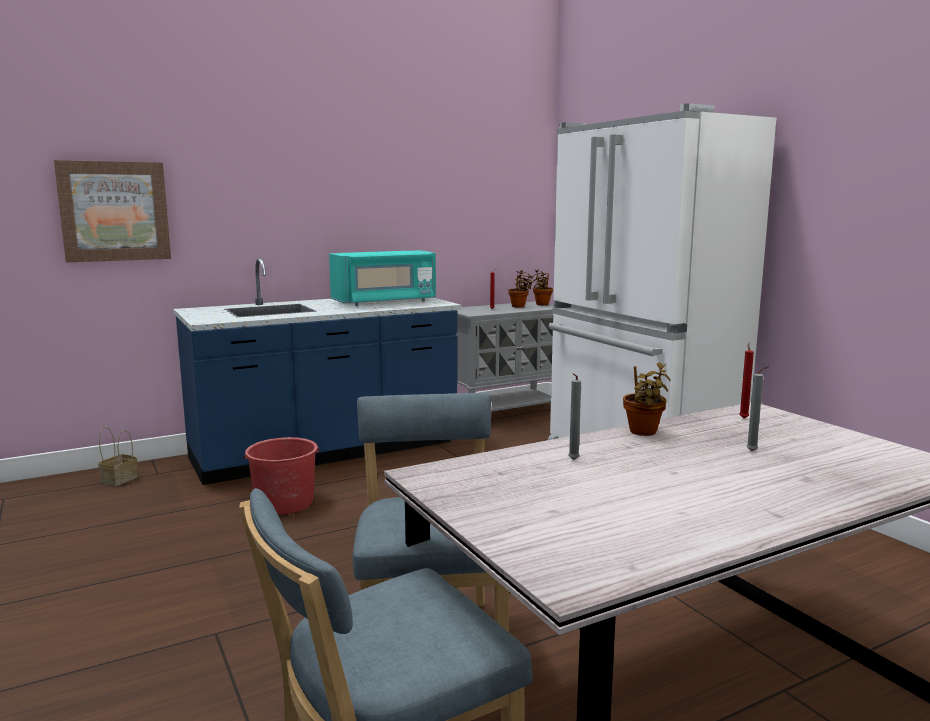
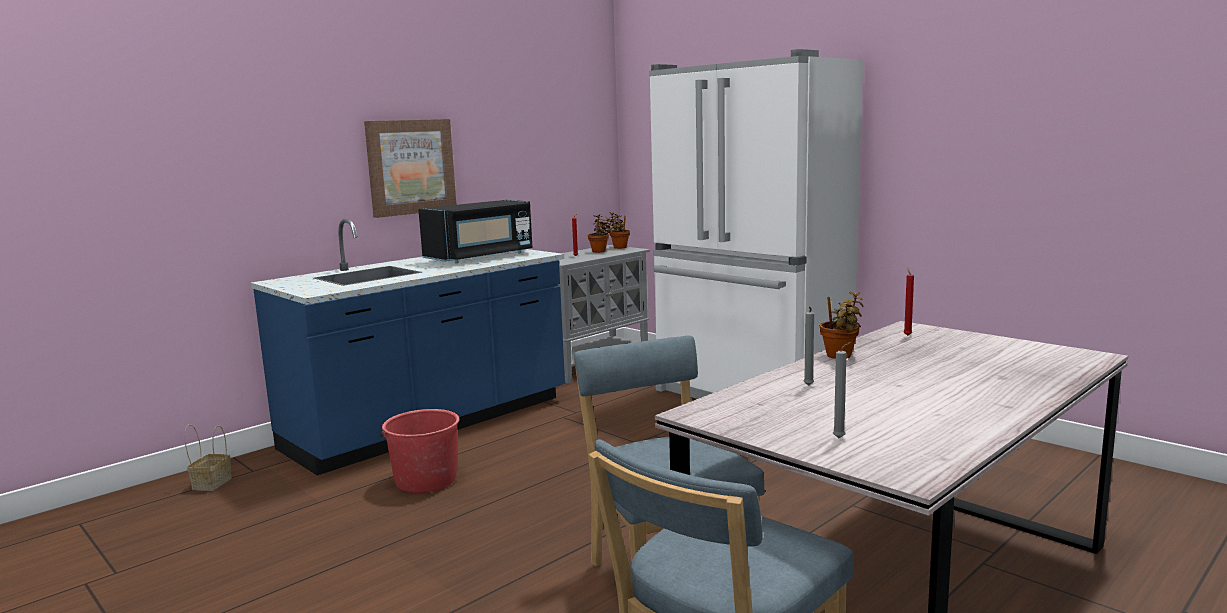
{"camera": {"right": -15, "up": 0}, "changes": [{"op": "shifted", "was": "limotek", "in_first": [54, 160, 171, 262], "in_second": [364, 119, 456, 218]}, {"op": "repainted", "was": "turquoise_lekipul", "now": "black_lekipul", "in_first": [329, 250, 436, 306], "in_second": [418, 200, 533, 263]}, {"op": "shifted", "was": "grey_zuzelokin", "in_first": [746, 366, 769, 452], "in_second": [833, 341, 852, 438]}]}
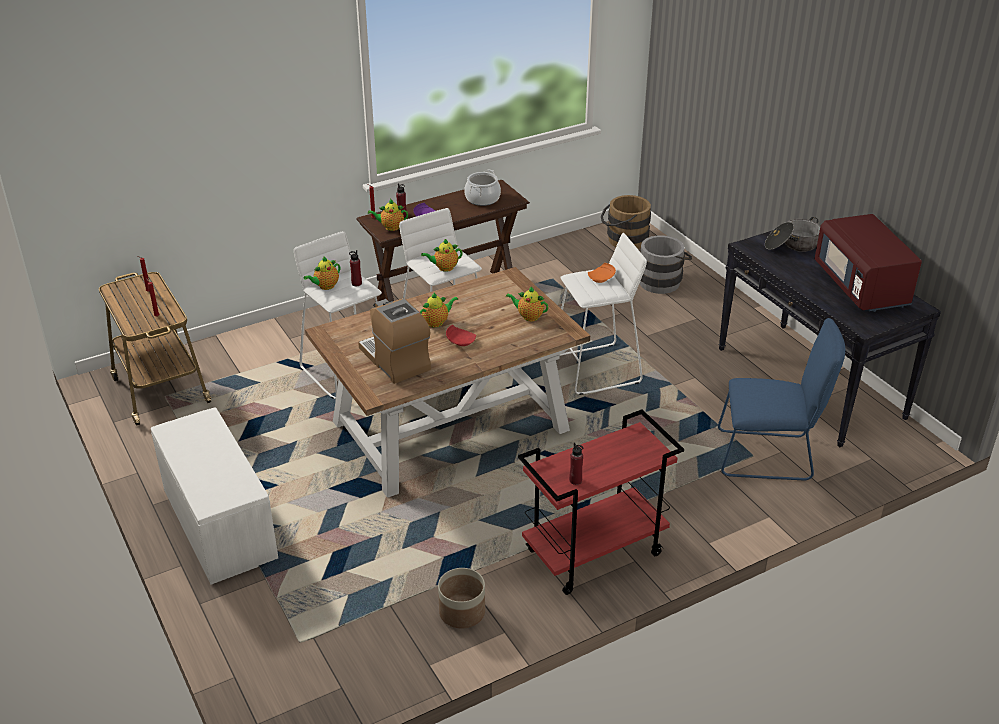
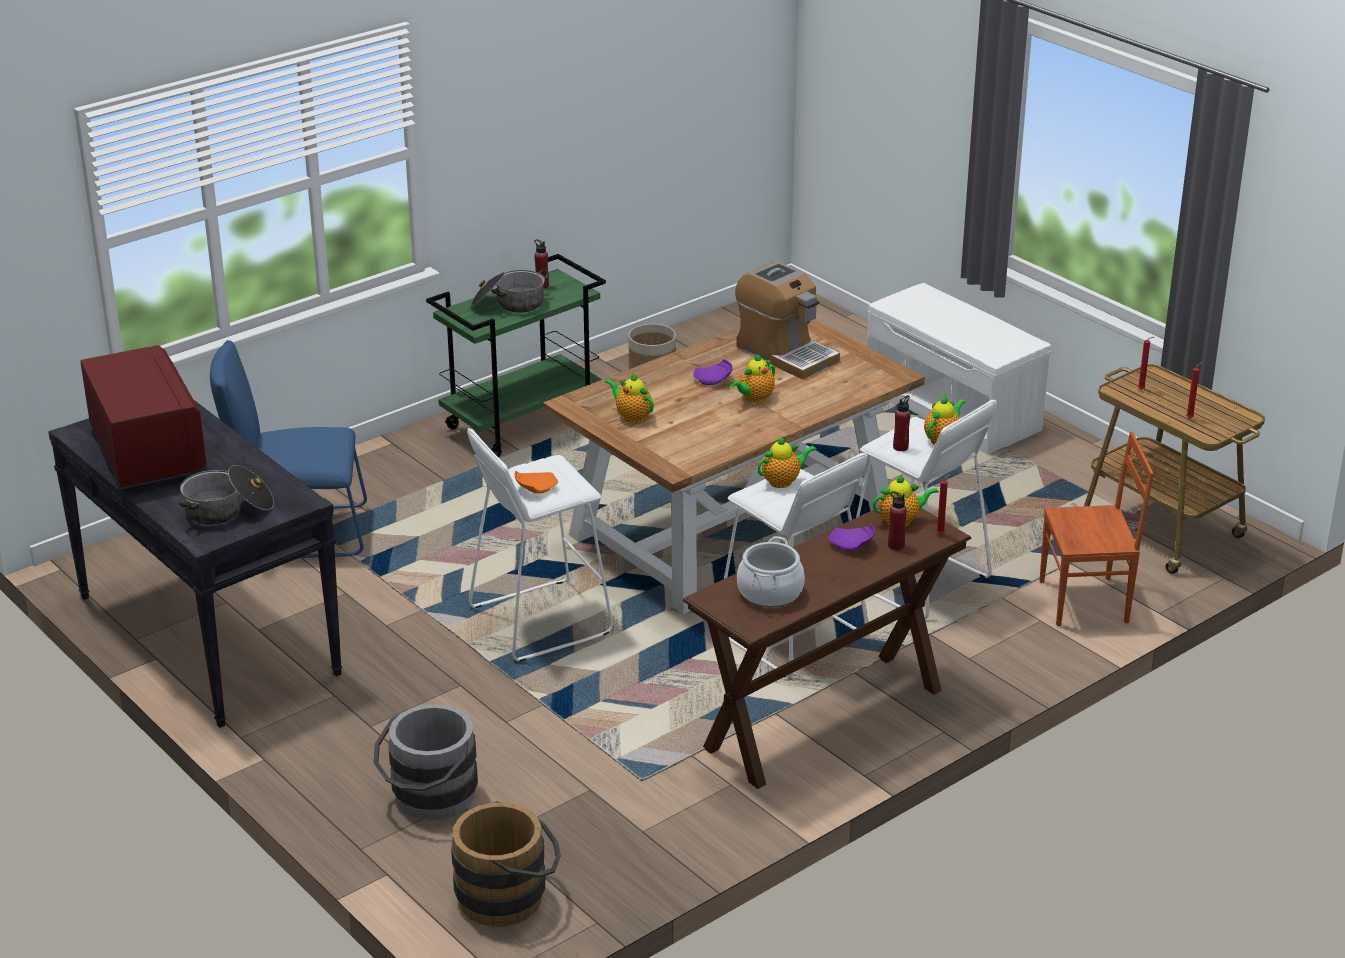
{"camera": {"right": 170, "up": -5}, "changes": [{"op": "repainted", "was": "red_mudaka", "now": "green_mudaka", "in_first": [518, 409, 684, 595], "in_second": [426, 254, 606, 457]}, {"op": "new", "now": "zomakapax", "in_second": [470, 269, 549, 313]}, {"op": "rotated", "was": "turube", "in_first": [506, 287, 548, 321], "in_second": [605, 372, 654, 423], "clockwise": -150}, {"op": "repainted", "was": "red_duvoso", "now": "purple_duvoso", "in_first": [446, 325, 476, 346], "in_second": [693, 359, 733, 385]}, {"op": "new", "now": "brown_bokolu", "in_second": [1040, 431, 1154, 626]}]}
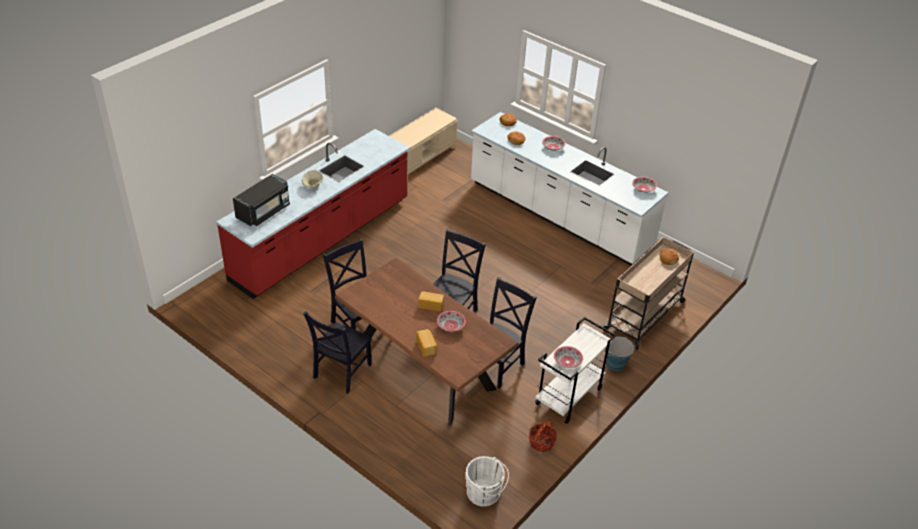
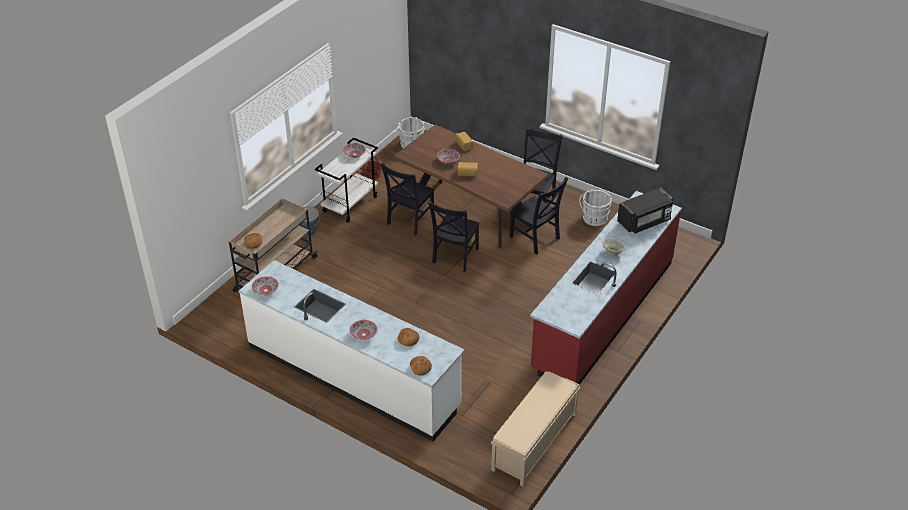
{"camera": {"right": 175, "up": 0}, "changes": [{"op": "new", "now": "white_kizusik", "in_second": [579, 189, 612, 226]}, {"op": "rotated", "was": "black_lekipul", "in_first": [233, 174, 290, 227], "in_second": [617, 187, 674, 234], "clockwise": -150}]}
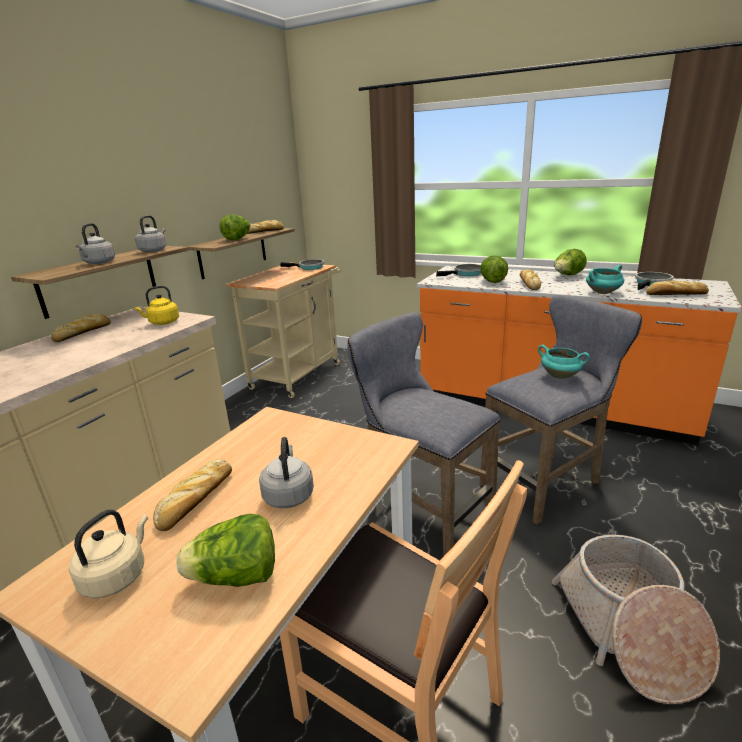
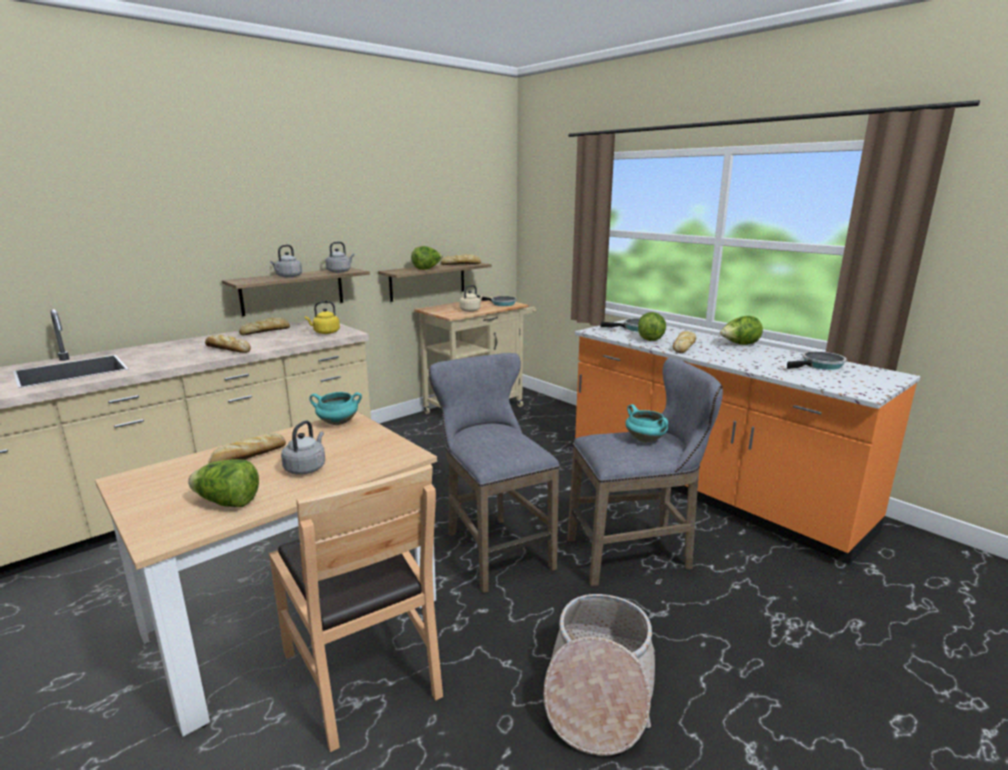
{"camera": {"right": 20, "up": -5}, "changes": [{"op": "shifted", "was": "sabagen", "in_first": [646, 281, 709, 295], "in_second": [205, 335, 251, 353]}, {"op": "shifted", "was": "turquoise_zomakapax", "in_first": [586, 265, 624, 294], "in_second": [309, 392, 362, 425]}, {"op": "shifted", "was": "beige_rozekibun", "in_first": [69, 510, 148, 599], "in_second": [459, 285, 484, 312]}]}
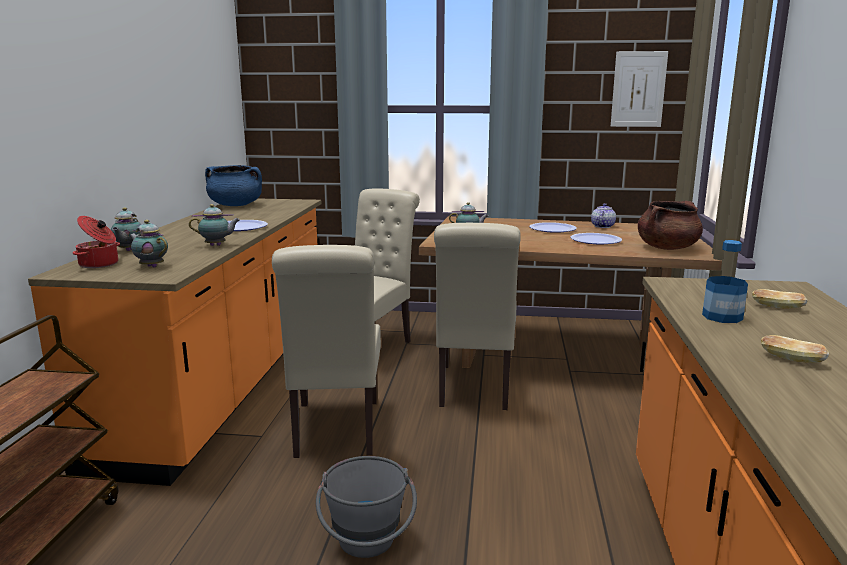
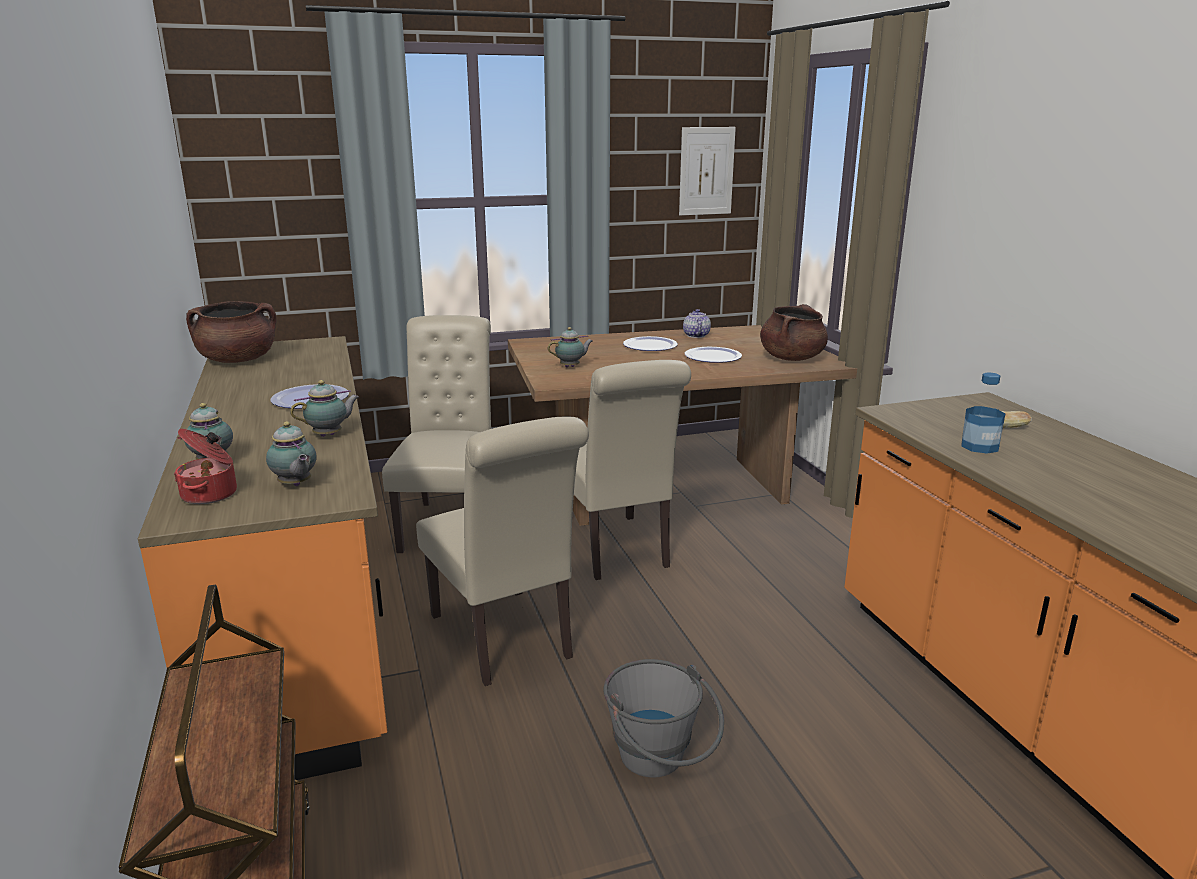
{"camera": {"right": -25, "up": 5}, "changes": [{"op": "repainted", "was": "blue_zomakapax", "now": "brown_zomakapax", "in_first": [205, 165, 262, 206], "in_second": [186, 301, 277, 363]}, {"op": "rotated", "was": "turube", "in_first": [129, 220, 168, 268], "in_second": [266, 421, 316, 486], "clockwise": -135}, {"op": "gone", "was": "sabagen", "in_first": [761, 335, 829, 363]}]}
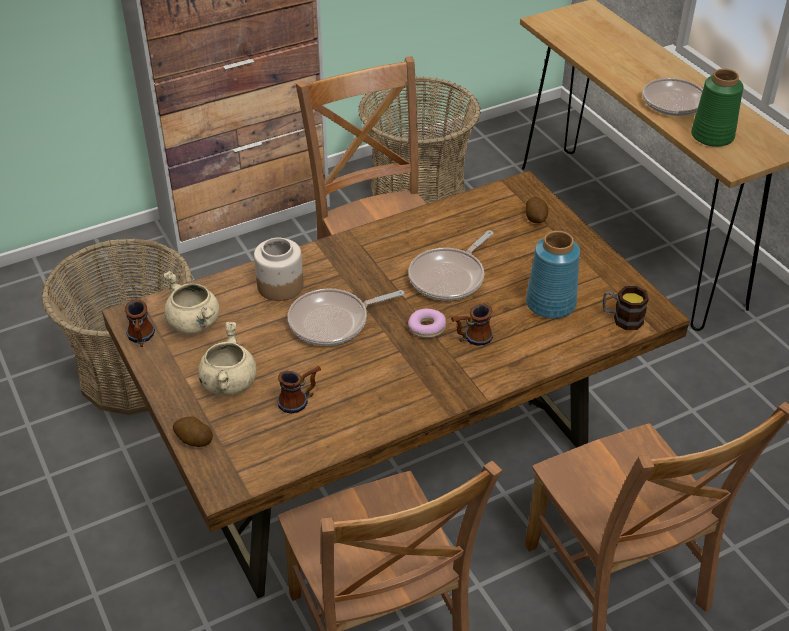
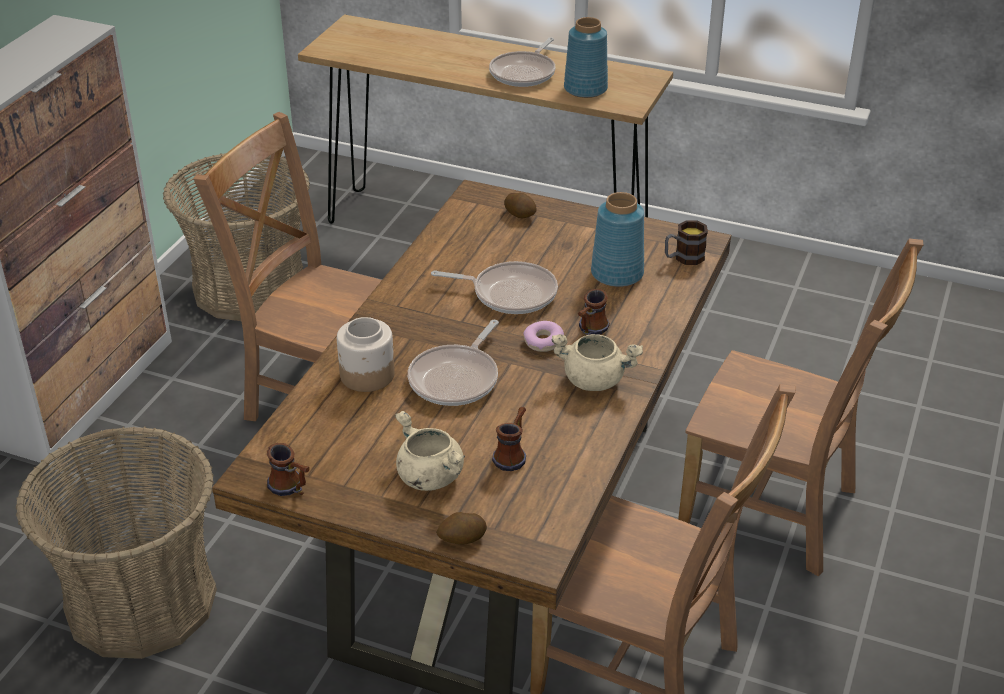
{"camera": {"right": -40, "up": -5}, "changes": [{"op": "rotated", "was": "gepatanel", "in_first": [408, 231, 493, 301], "in_second": [431, 261, 558, 314], "clockwise": -75}, {"op": "shifted", "was": "beige_zomakapax", "in_first": [163, 271, 220, 334], "in_second": [552, 334, 643, 391]}, {"op": "repainted", "was": "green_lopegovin", "now": "blue_lopegovin", "in_first": [691, 69, 743, 147], "in_second": [564, 17, 608, 98]}]}
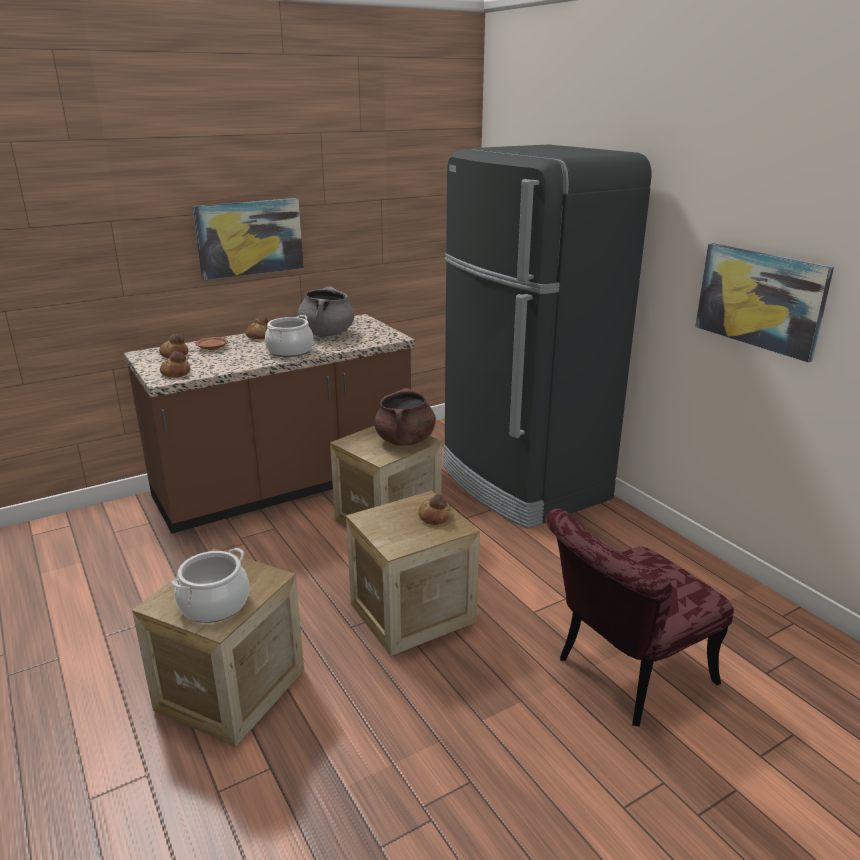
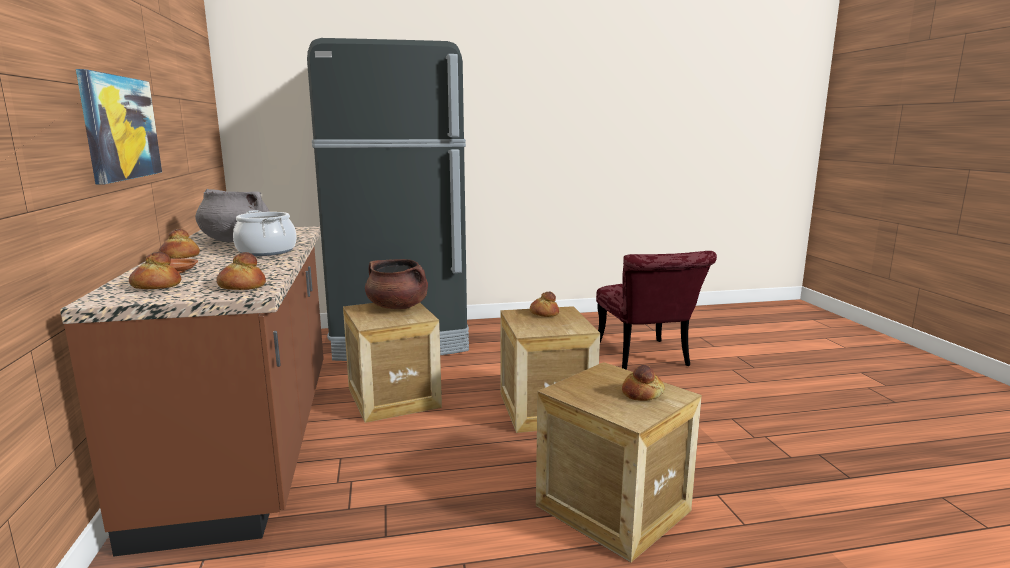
{"camera": {"right": -70, "up": -10}, "changes": [{"op": "swapped", "was": "zomakapax", "now": "sabagen", "in_first": [171, 548, 249, 623], "in_second": [622, 365, 665, 401]}, {"op": "gone", "was": "limotek", "in_first": [695, 243, 834, 362]}]}
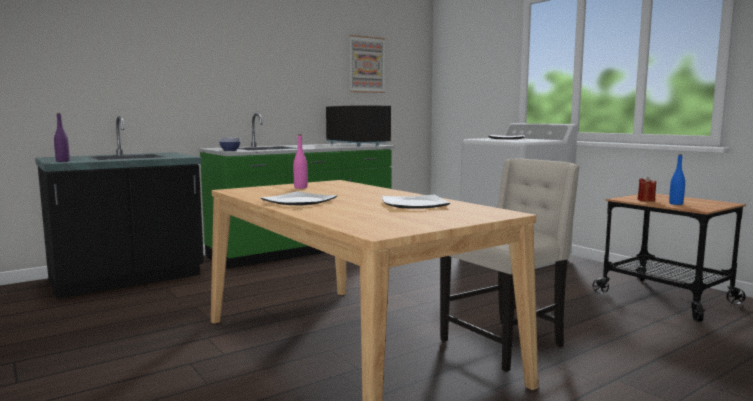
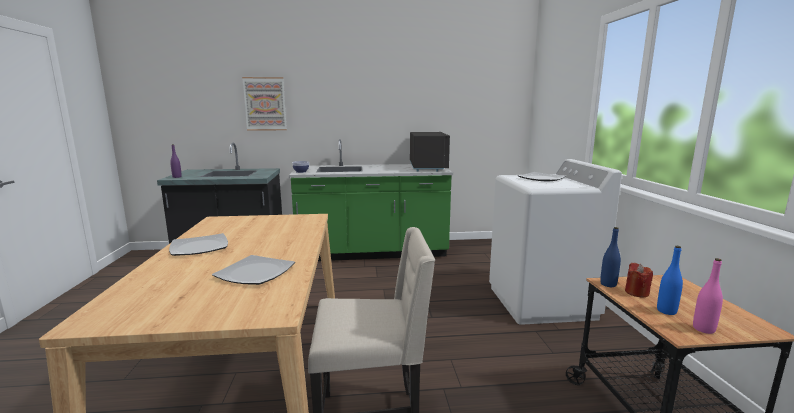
{"camera": {"right": 30, "up": 5}, "changes": [{"op": "shifted", "was": "limotek", "in_first": [349, 35, 385, 93], "in_second": [242, 77, 287, 131]}, {"op": "new", "now": "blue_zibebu", "in_second": [600, 227, 621, 287]}, {"op": "shifted", "was": "pink_zibebu", "in_first": [293, 134, 308, 189], "in_second": [693, 258, 723, 334]}]}
